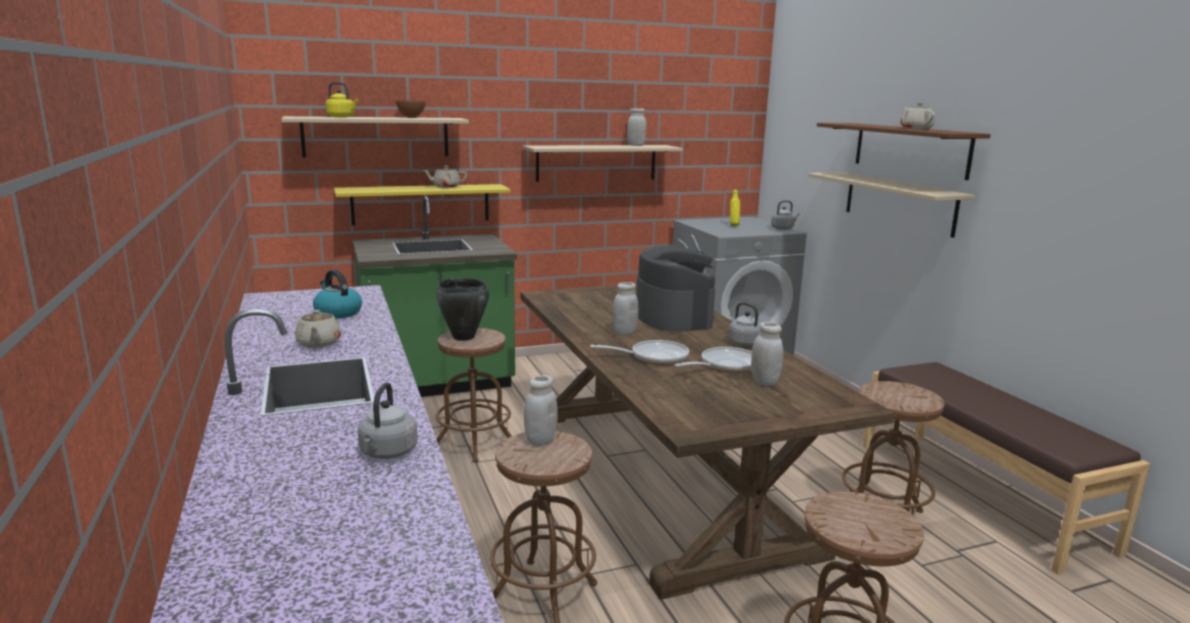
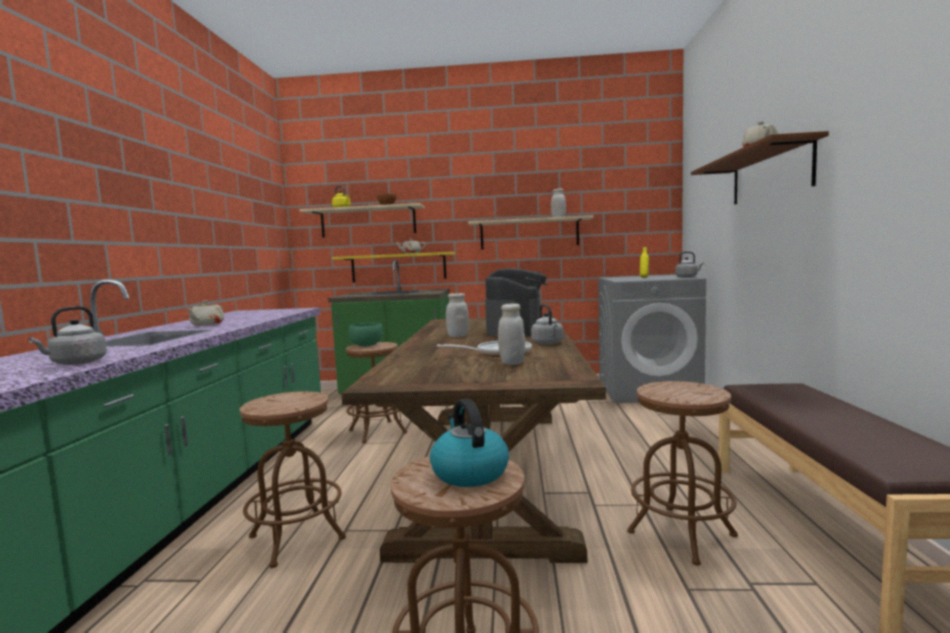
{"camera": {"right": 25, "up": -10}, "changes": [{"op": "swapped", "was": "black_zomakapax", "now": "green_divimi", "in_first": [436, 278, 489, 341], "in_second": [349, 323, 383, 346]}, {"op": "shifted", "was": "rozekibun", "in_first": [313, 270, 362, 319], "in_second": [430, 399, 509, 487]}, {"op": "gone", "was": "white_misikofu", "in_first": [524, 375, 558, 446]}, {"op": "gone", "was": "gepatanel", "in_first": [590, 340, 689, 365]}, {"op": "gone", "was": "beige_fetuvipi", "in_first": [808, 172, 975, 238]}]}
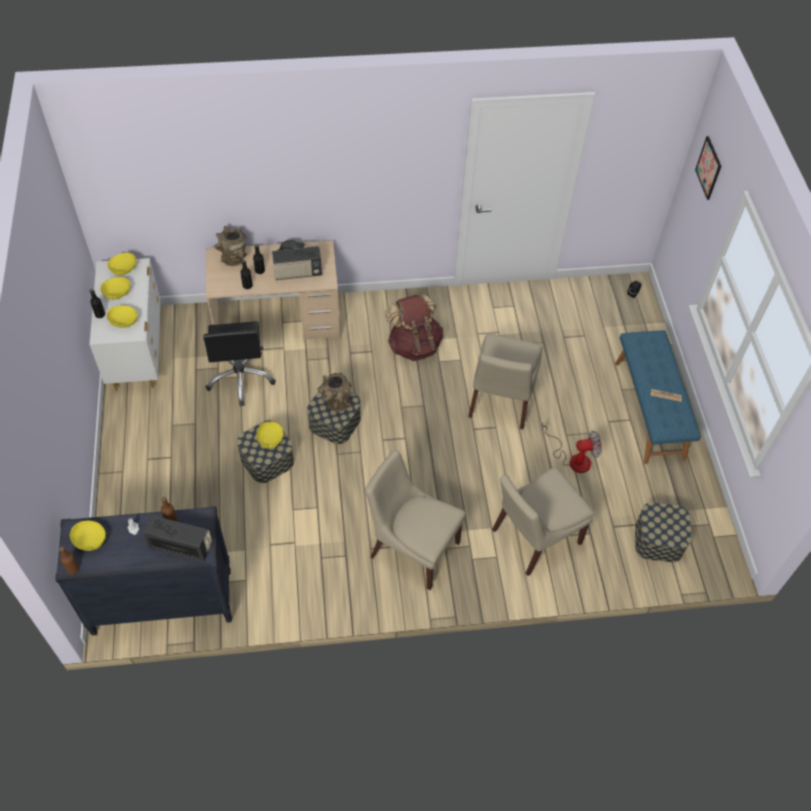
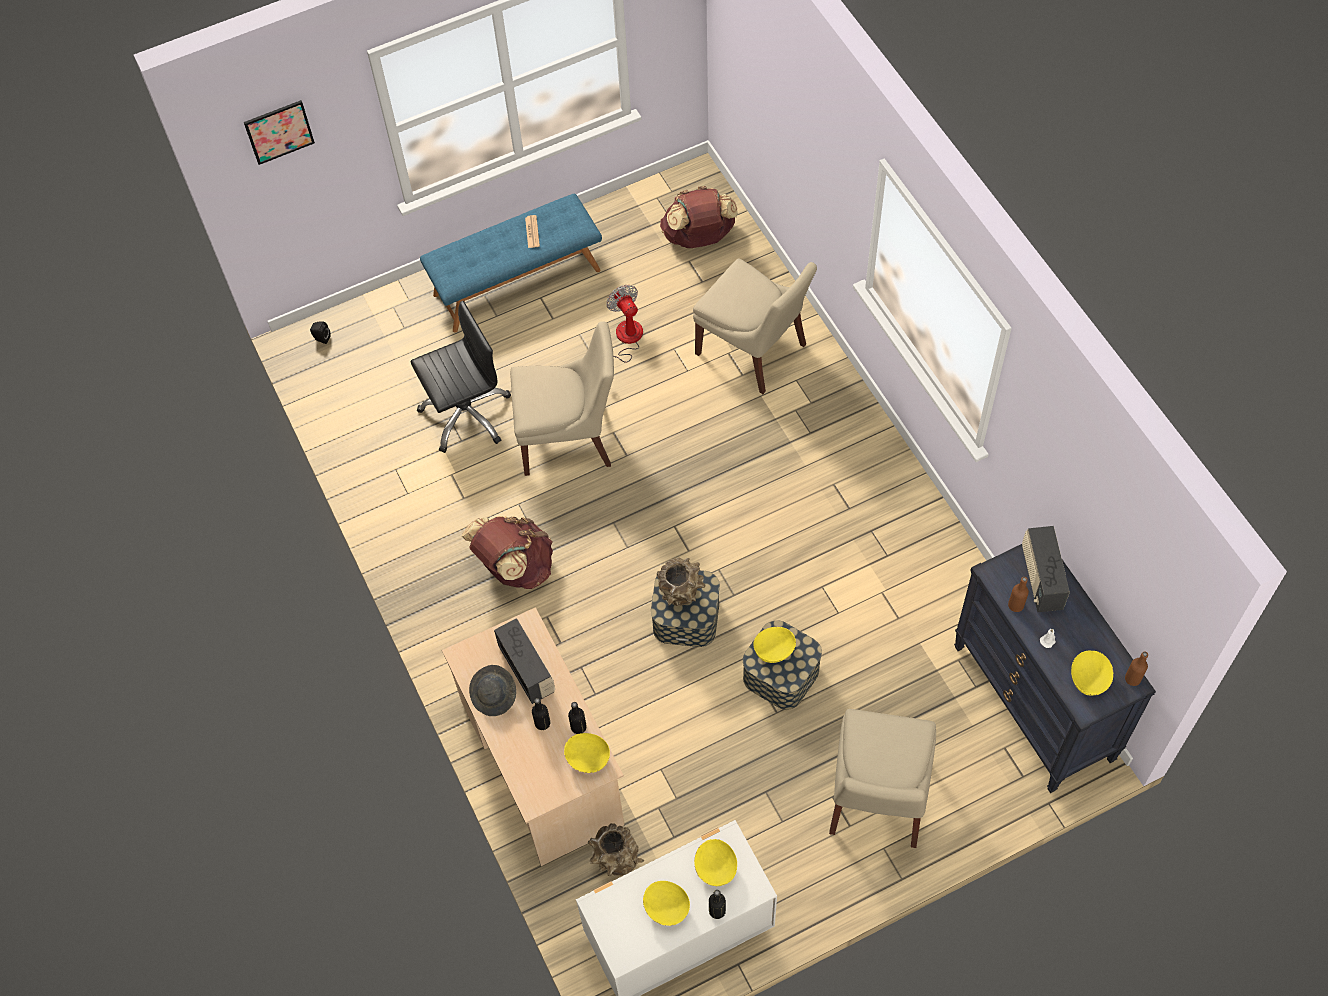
{"camera": {"right": -105, "up": 5}, "changes": [{"op": "shifted", "was": "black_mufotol", "in_first": [203, 321, 276, 406], "in_second": [410, 301, 511, 453]}, {"op": "shifted", "was": "yellow_divimi", "in_first": [108, 253, 136, 275], "in_second": [564, 733, 610, 773]}, {"op": "shifted", "was": "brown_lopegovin", "in_first": [214, 226, 247, 266], "in_second": [588, 823, 644, 876]}, {"op": "swapped", "was": "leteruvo", "now": "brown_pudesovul", "in_first": [635, 502, 692, 562], "in_second": [660, 186, 738, 248]}, {"op": "shifted", "was": "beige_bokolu", "in_first": [365, 450, 466, 590], "in_second": [829, 709, 936, 848]}]}
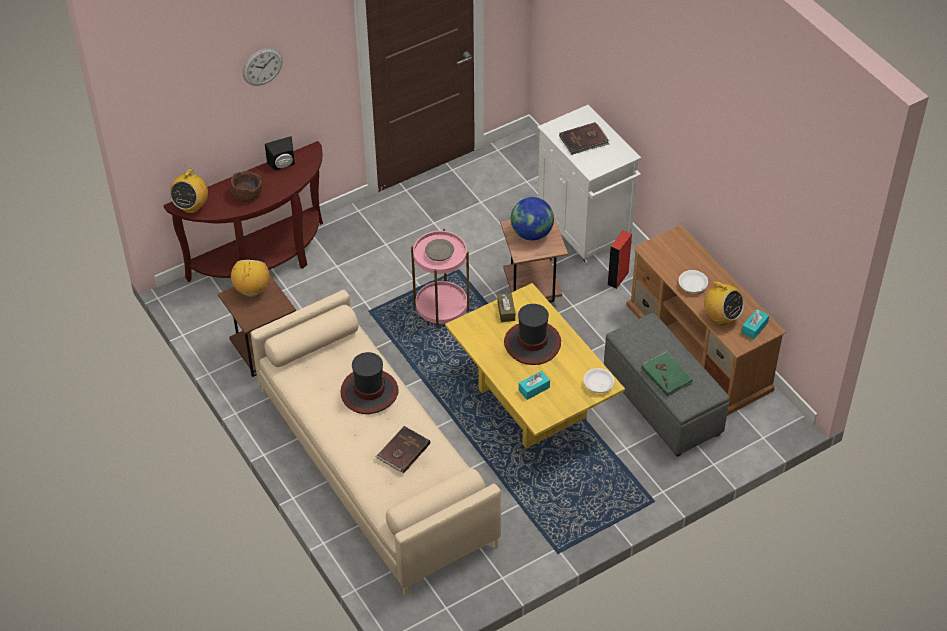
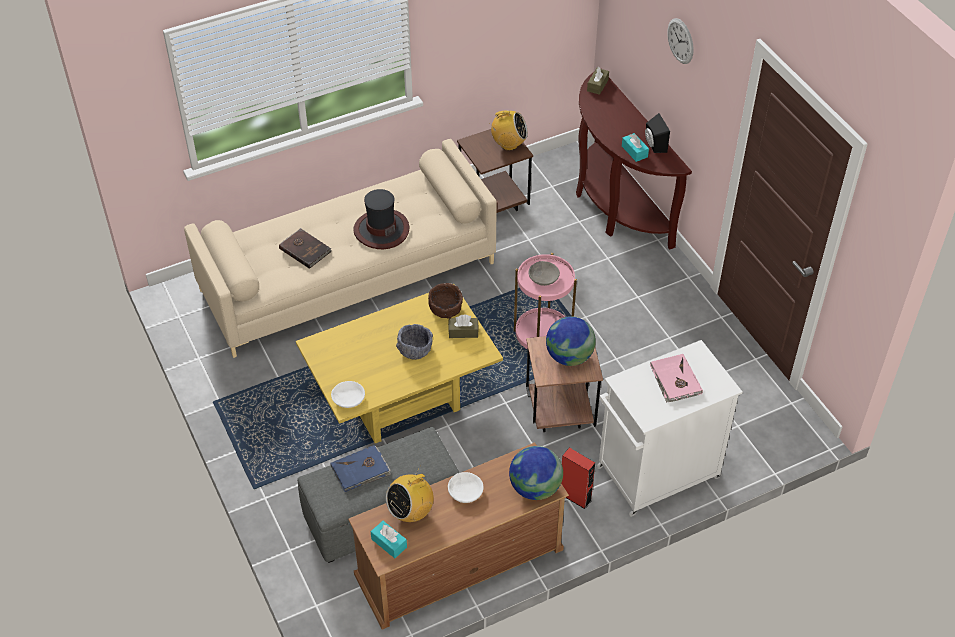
{"camera": {"right": 95, "up": 0}, "changes": [{"op": "repainted", "was": "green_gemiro", "now": "blue_gemiro", "in_first": [641, 351, 693, 396], "in_second": [330, 445, 391, 492]}, {"op": "swapped", "was": "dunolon", "now": "grey_divimi", "in_first": [504, 304, 561, 365], "in_second": [396, 324, 433, 360]}, {"op": "shifted", "was": "brown_divimi", "in_first": [230, 171, 262, 202], "in_second": [428, 283, 463, 319]}, {"op": "new", "now": "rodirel", "in_second": [509, 446, 563, 500]}, {"op": "swapped", "was": "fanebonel", "now": "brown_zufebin", "in_first": [170, 169, 208, 213], "in_second": [587, 67, 609, 95]}, {"op": "shifted", "was": "turquoise_zufebin", "in_first": [519, 371, 550, 400], "in_second": [622, 133, 649, 162]}, {"op": "repainted", "was": "brown_gemiro", "now": "pink_gemiro", "in_first": [559, 122, 609, 155], "in_second": [650, 354, 703, 403]}]}
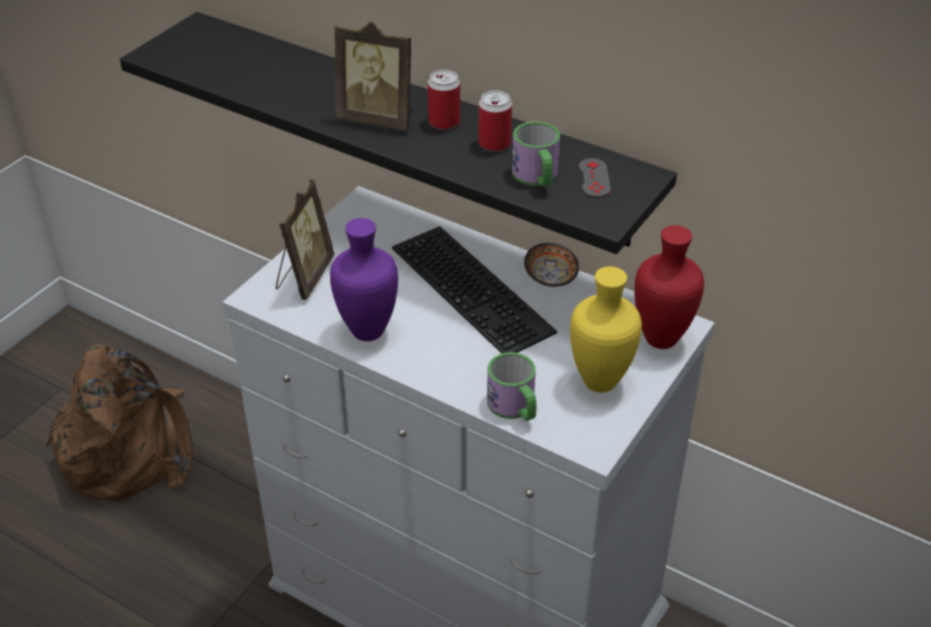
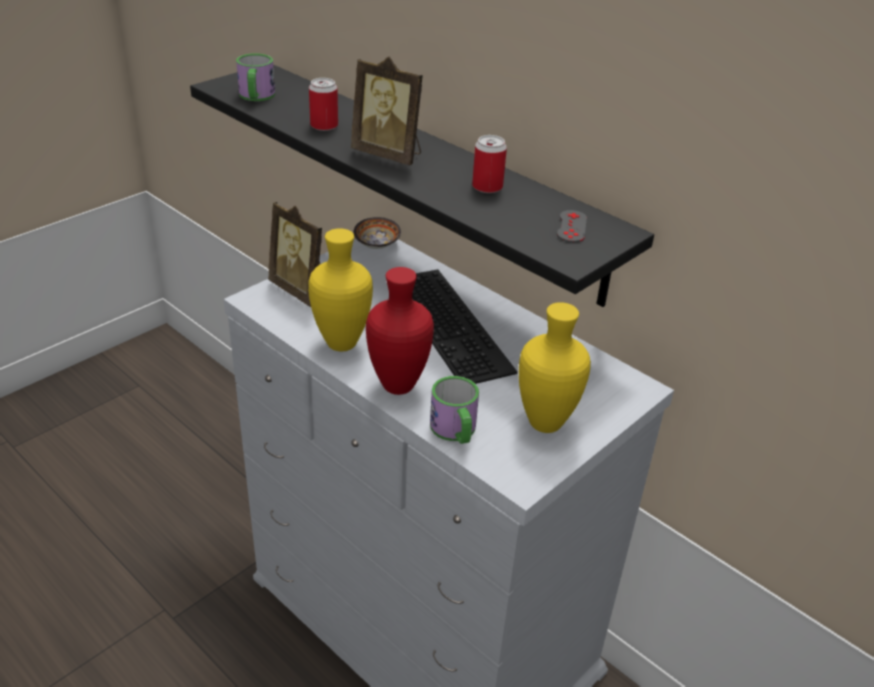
{"camera": {"right": 10, "up": -5}, "changes": [{"op": "shifted", "was": "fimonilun", "in_first": [512, 122, 560, 187], "in_second": [236, 53, 275, 101]}, {"op": "rotated", "was": "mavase", "in_first": [276, 180, 334, 300], "in_second": [268, 202, 322, 307], "clockwise": 105}, {"op": "repainted", "was": "purple_lopegovin", "now": "yellow_lopegovin", "in_first": [330, 218, 398, 341], "in_second": [308, 228, 373, 351]}, {"op": "shifted", "was": "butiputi", "in_first": [428, 70, 460, 130], "in_second": [309, 78, 338, 131]}, {"op": "shifted", "was": "divimi", "in_first": [524, 243, 579, 287], "in_second": [354, 217, 401, 249]}, {"op": "shifted", "was": "red_lopegovin", "in_first": [634, 225, 704, 349], "in_second": [366, 267, 434, 395]}, {"op": "gone", "was": "brown_pudesovul", "in_first": [46, 344, 193, 501]}]}
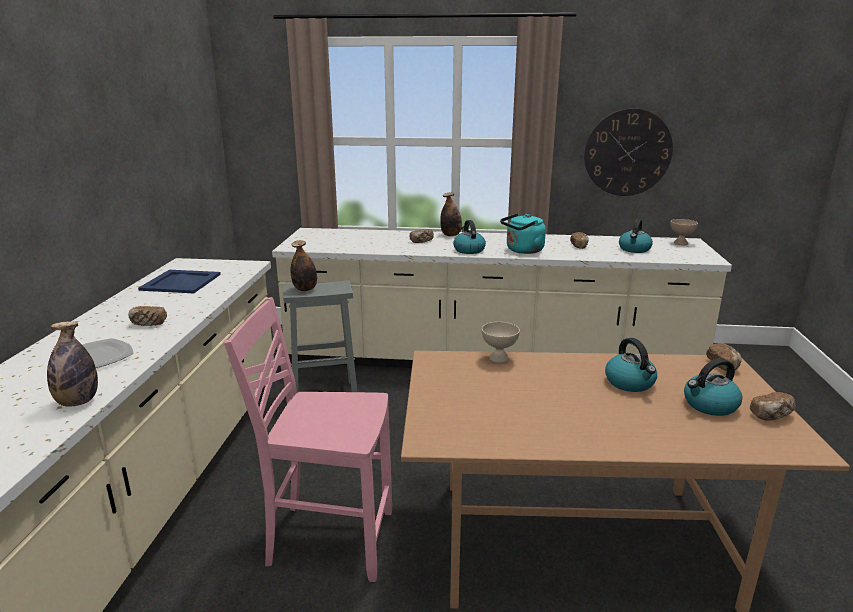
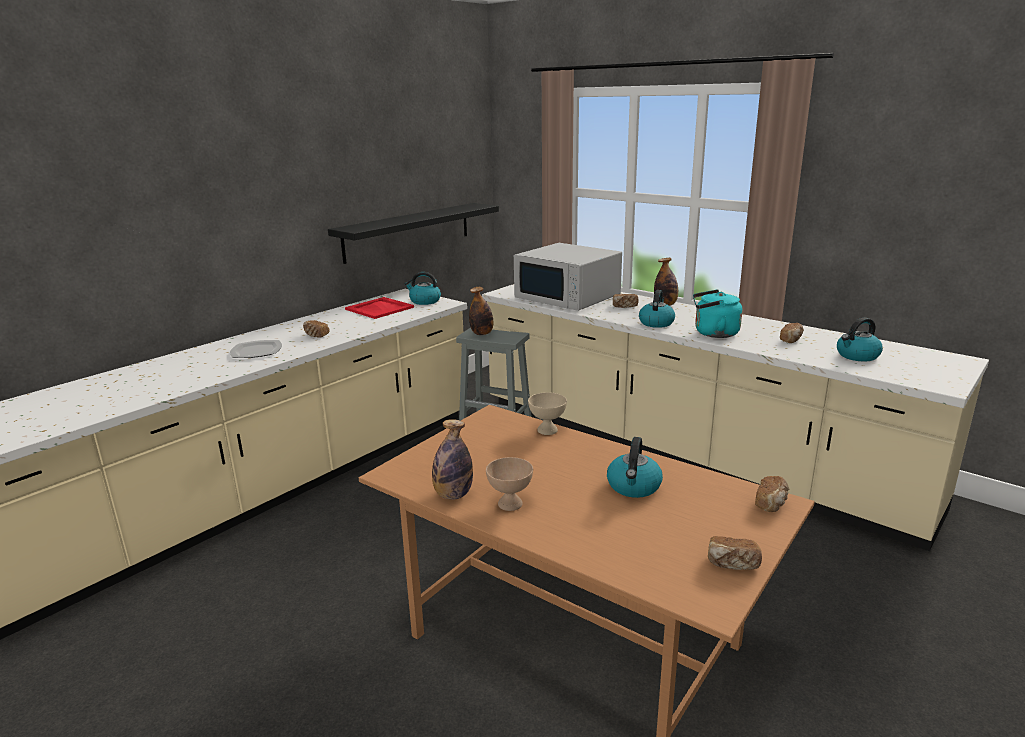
{"camera": {"right": 35, "up": 0}, "changes": [{"op": "new", "now": "black_fetuvipi", "in_second": [328, 203, 499, 264]}, {"op": "repainted", "was": "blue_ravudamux", "now": "red_ravudamux", "in_first": [138, 270, 221, 293], "in_second": [345, 297, 414, 319]}, {"op": "shifted", "was": "rozekibun", "in_first": [684, 358, 742, 416], "in_second": [405, 272, 441, 305]}, {"op": "shifted", "was": "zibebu", "in_first": [47, 322, 98, 407], "in_second": [432, 419, 473, 500]}, {"op": "shifted", "was": "beige_divimi", "in_first": [670, 219, 698, 245], "in_second": [486, 457, 533, 511]}, {"op": "new", "now": "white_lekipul", "in_second": [514, 243, 622, 311]}, {"op": "gone", "was": "pink_bokolu", "in_first": [224, 297, 392, 582]}, {"op": "gone", "was": "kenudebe", "in_first": [584, 108, 673, 196]}]}
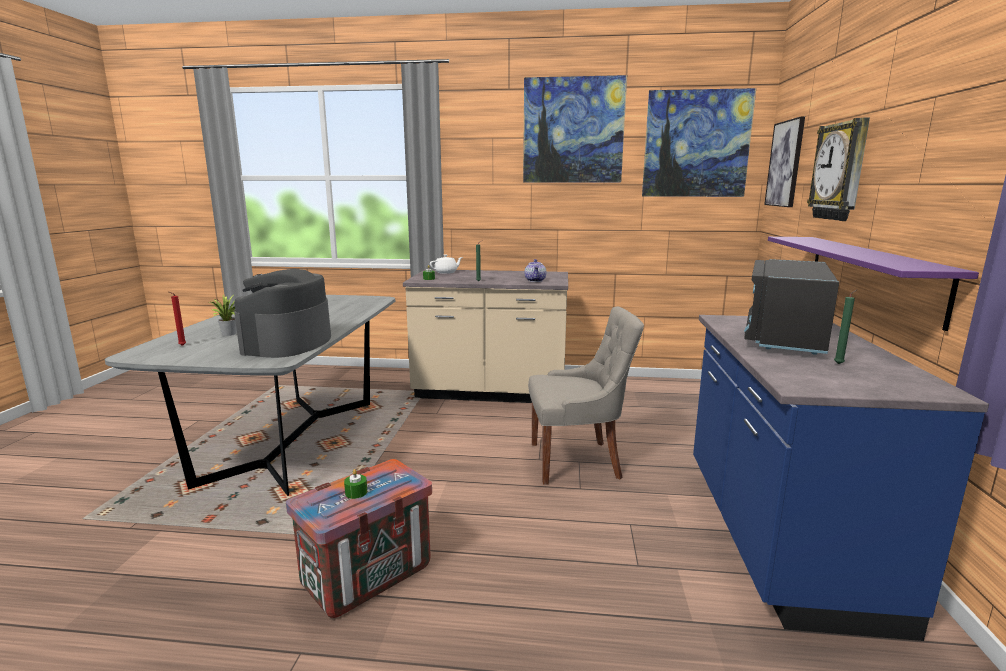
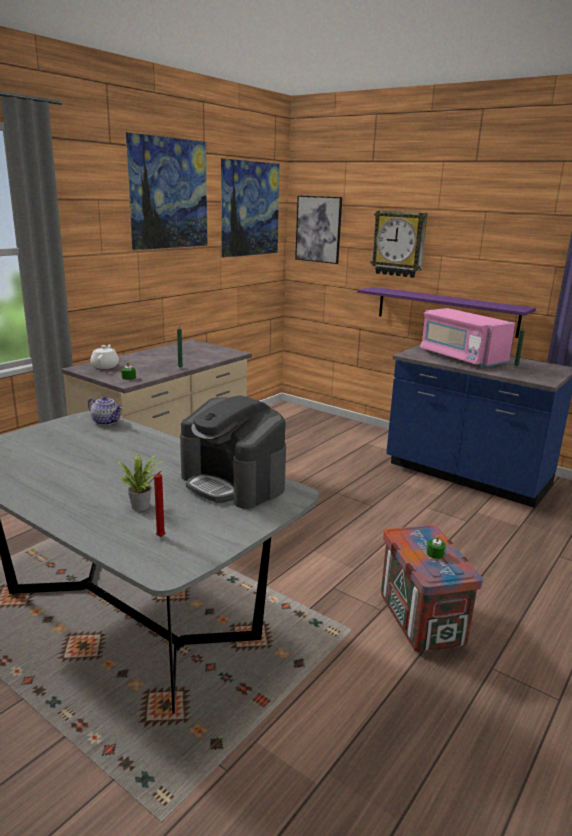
{"camera": {"right": -60, "up": 5}, "changes": [{"op": "shifted", "was": "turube", "in_first": [524, 259, 546, 282], "in_second": [88, 396, 122, 425]}, {"op": "repainted", "was": "black_lekipul", "now": "pink_lekipul", "in_first": [744, 259, 839, 355], "in_second": [420, 308, 515, 367]}, {"op": "gone", "was": "grey_bokolu", "in_first": [528, 307, 644, 485]}]}
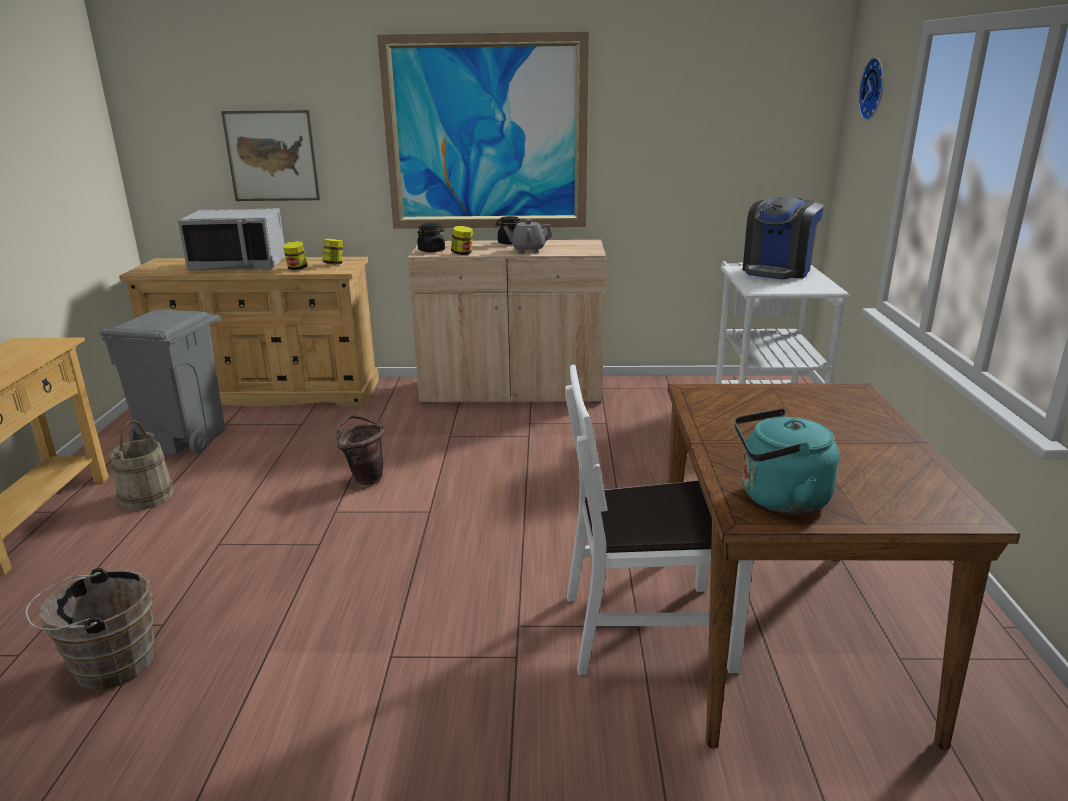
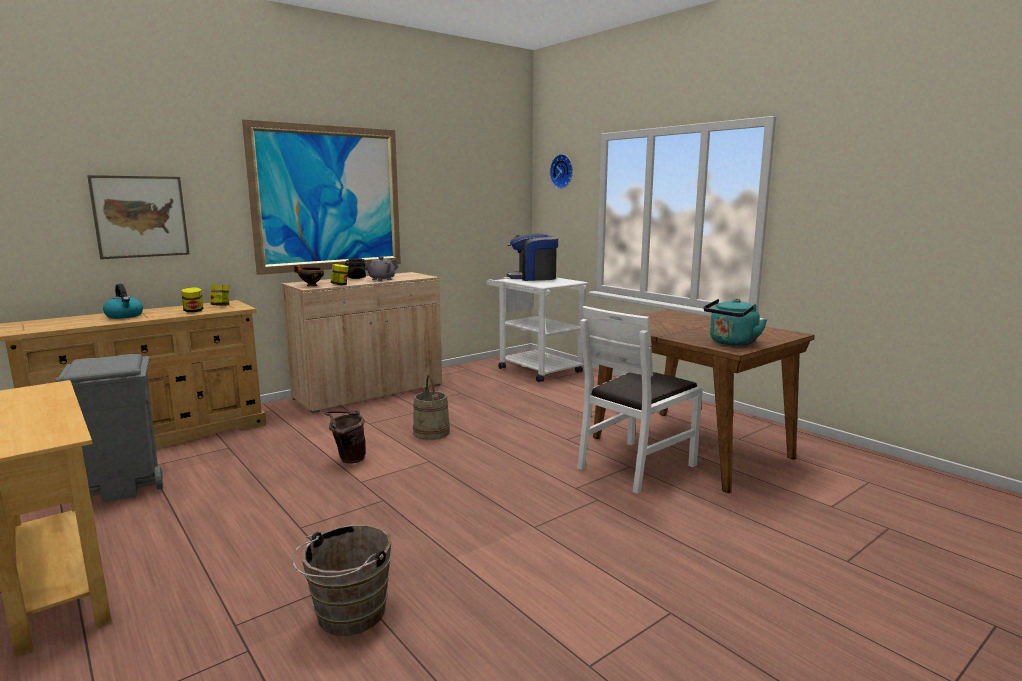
{"camera": {"right": -40, "up": -10}, "changes": [{"op": "swapped", "was": "grey_lekipul", "now": "rozekibun", "in_first": [178, 208, 285, 271], "in_second": [103, 284, 143, 319]}, {"op": "swapped", "was": "black_misikofu", "now": "divimi", "in_first": [417, 223, 445, 252], "in_second": [294, 264, 324, 287]}, {"op": "shifted", "was": "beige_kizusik", "in_first": [110, 420, 174, 510], "in_second": [413, 375, 450, 440]}, {"op": "rotated", "was": "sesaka", "in_first": [743, 196, 824, 280], "in_second": [507, 233, 558, 281], "clockwise": 90}]}
